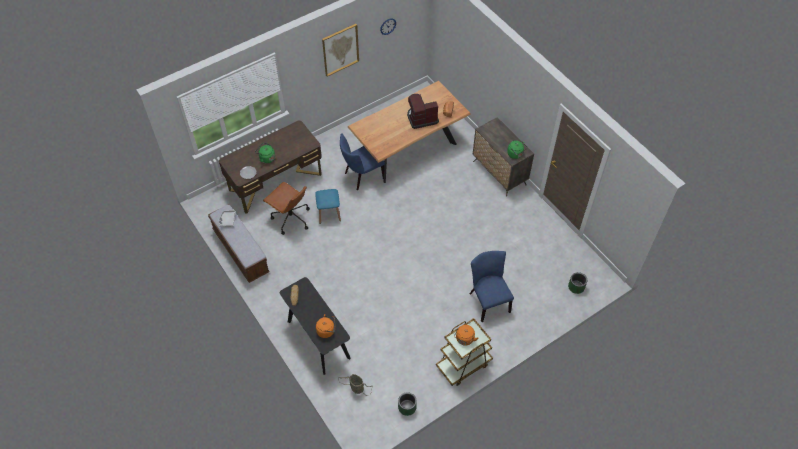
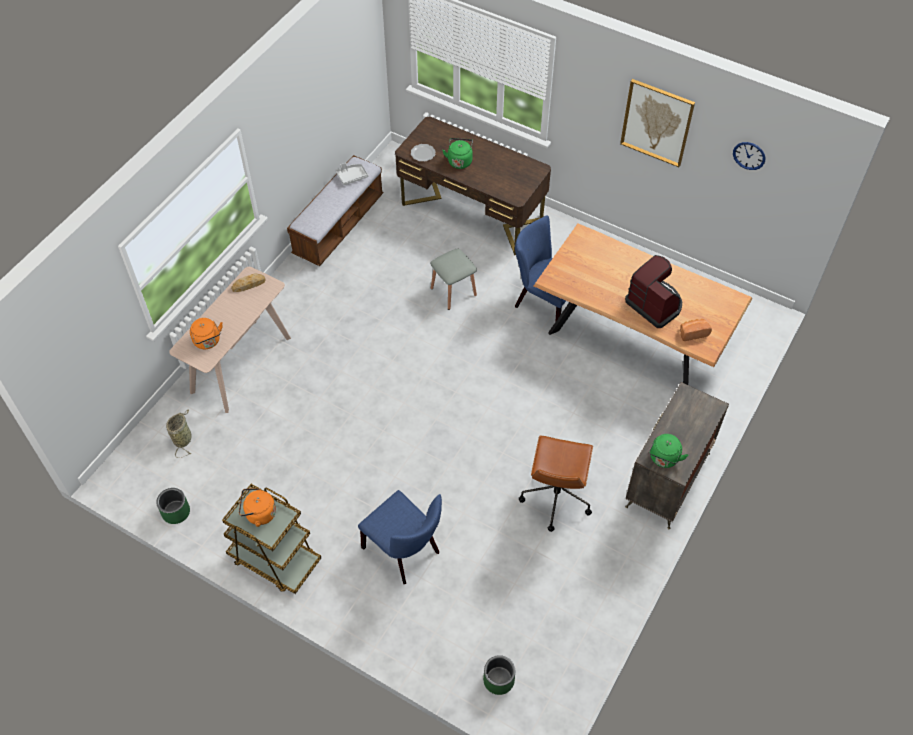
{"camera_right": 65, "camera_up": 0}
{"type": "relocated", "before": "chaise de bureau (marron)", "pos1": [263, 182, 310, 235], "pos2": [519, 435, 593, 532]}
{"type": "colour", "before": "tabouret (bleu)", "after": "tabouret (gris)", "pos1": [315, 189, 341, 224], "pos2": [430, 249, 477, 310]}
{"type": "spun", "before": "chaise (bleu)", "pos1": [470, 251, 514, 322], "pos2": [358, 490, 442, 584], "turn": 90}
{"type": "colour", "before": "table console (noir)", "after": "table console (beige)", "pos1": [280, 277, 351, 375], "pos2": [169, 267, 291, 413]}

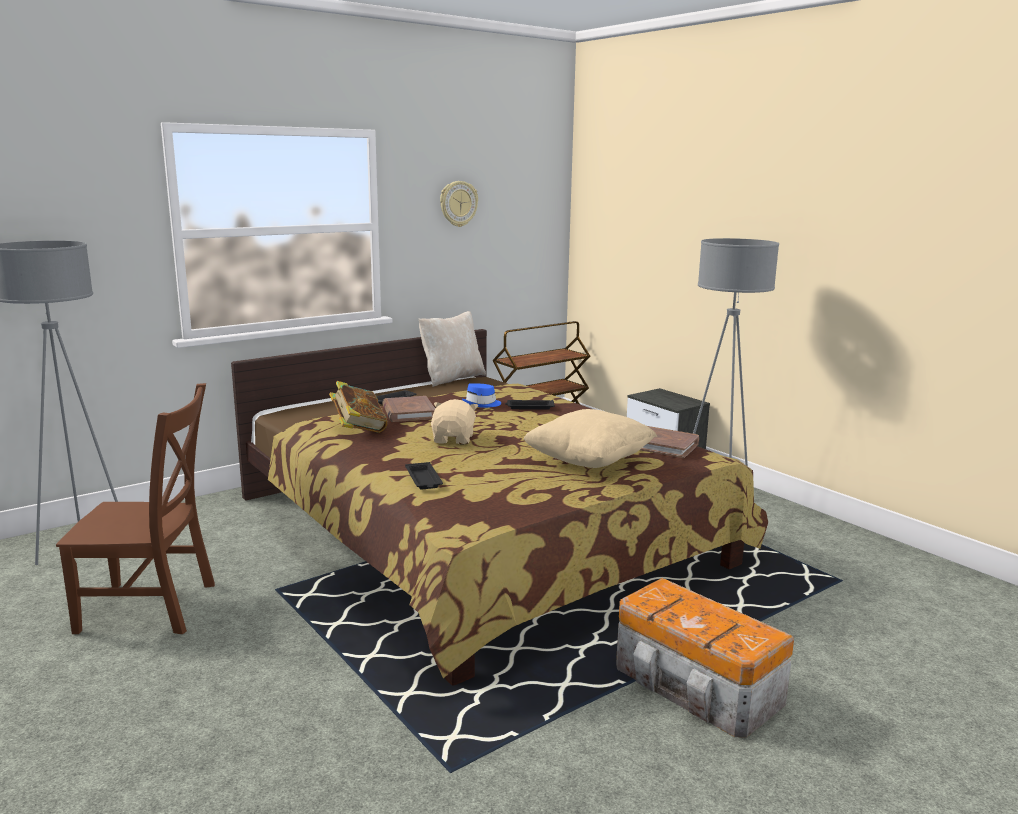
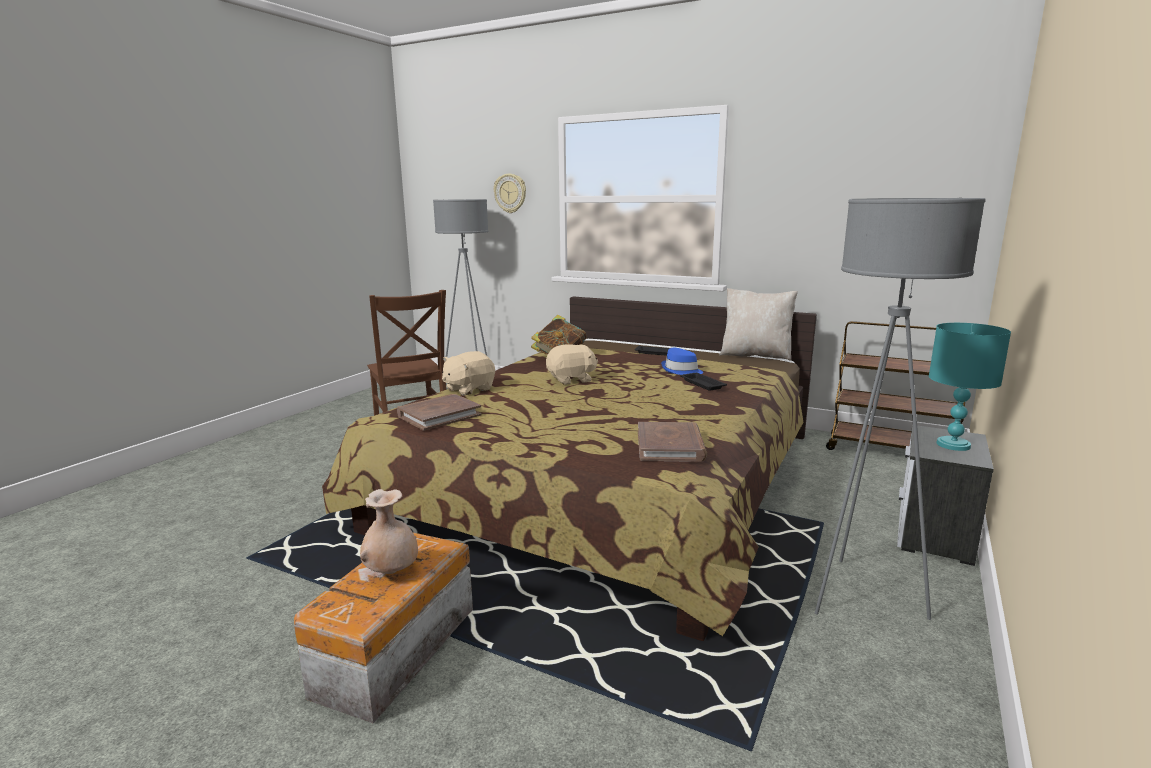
{"camera_right": 65, "camera_up": 0}
{"type": "relocated", "before": "horloge murale", "pos1": [440, 181, 478, 227], "pos2": [494, 174, 526, 213]}
{"type": "relocated", "before": "livre (marron)", "pos1": [382, 396, 435, 422], "pos2": [397, 394, 482, 431]}
{"type": "missing", "before": "coussin (beige)", "pos1": [523, 409, 657, 468]}
{"type": "exchanged", "before": "plateau (noir)", "after": "peluche (beige)", "pos1": [405, 462, 443, 490], "pos2": [442, 351, 495, 396]}
{"type": "appeared", "after": "lampe de table (turquoise)", "pos2": [929, 323, 1011, 451]}
{"type": "appeared", "after": "vase (beige)", "pos2": [360, 489, 418, 574]}

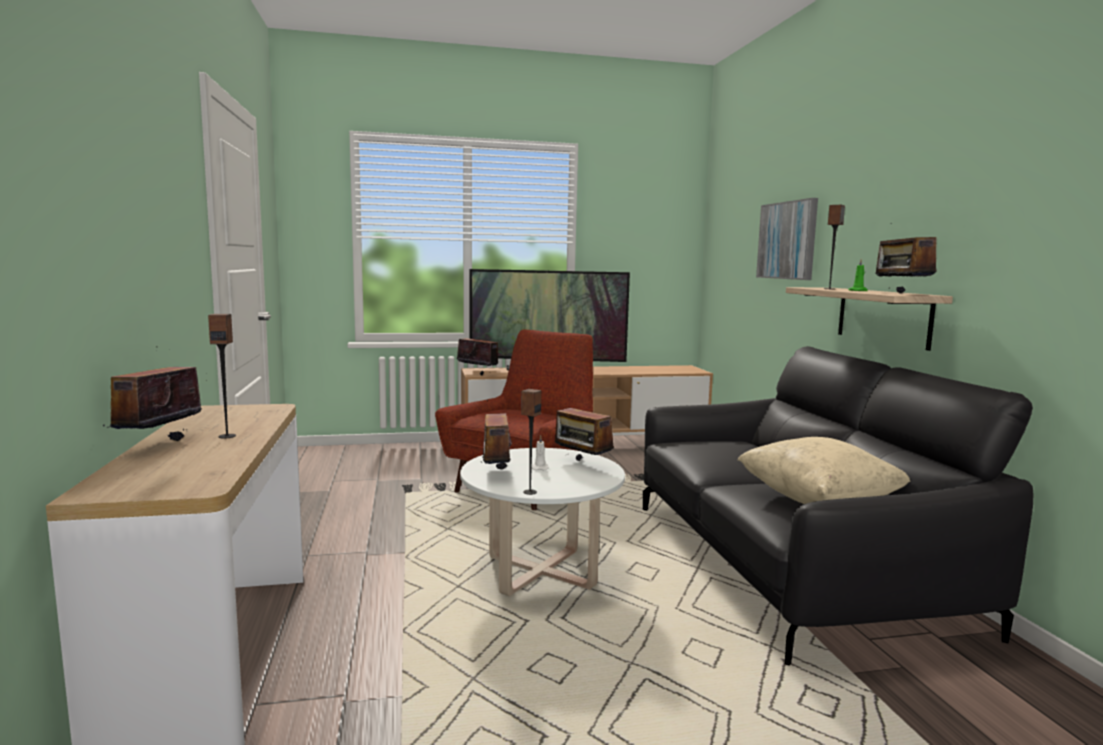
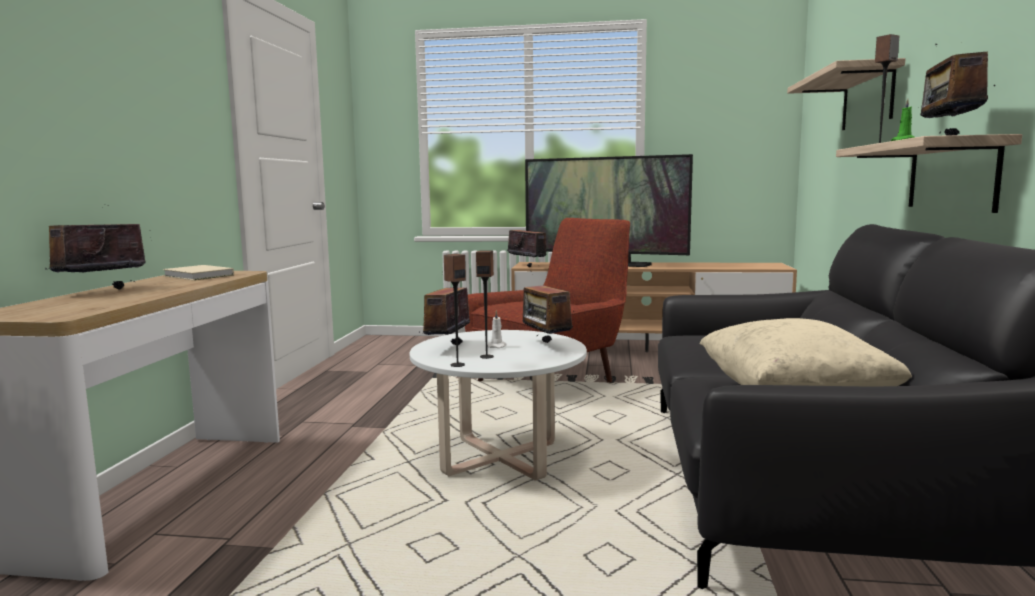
{"camera_right": 20, "camera_up": 0}
{"type": "exchanged", "before": "tableau", "after": "étagère", "pos1": [756, 198, 818, 280], "pos2": [787, 58, 905, 130]}
{"type": "relocated", "before": "enceinte", "pos1": [208, 314, 236, 439], "pos2": [476, 251, 494, 359]}
{"type": "appeared", "after": "livre (beige)", "pos2": [163, 265, 234, 280]}

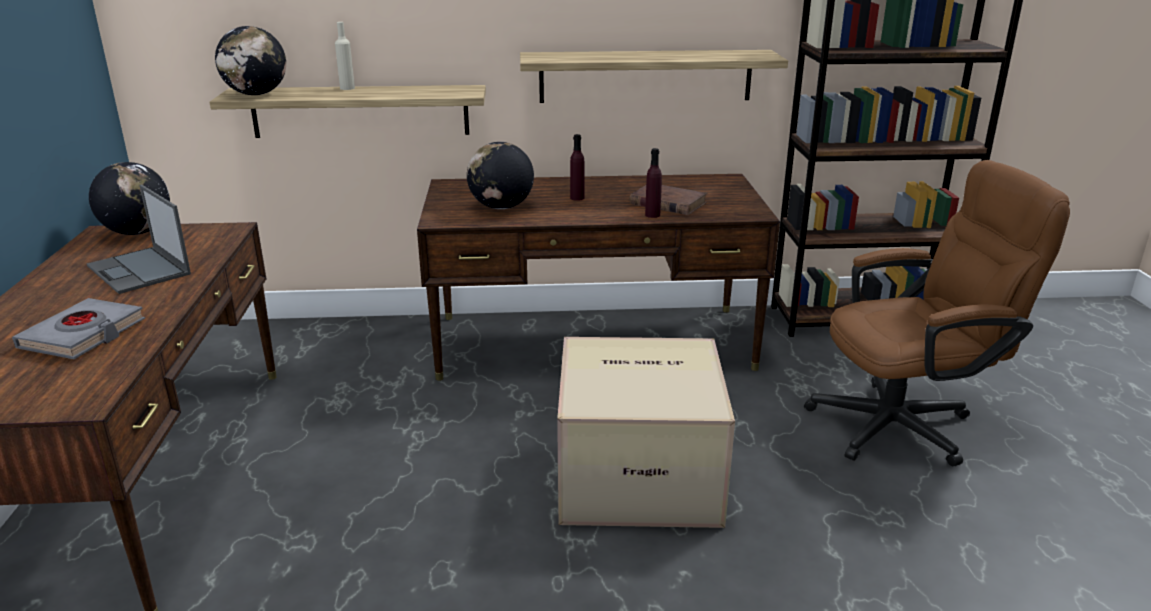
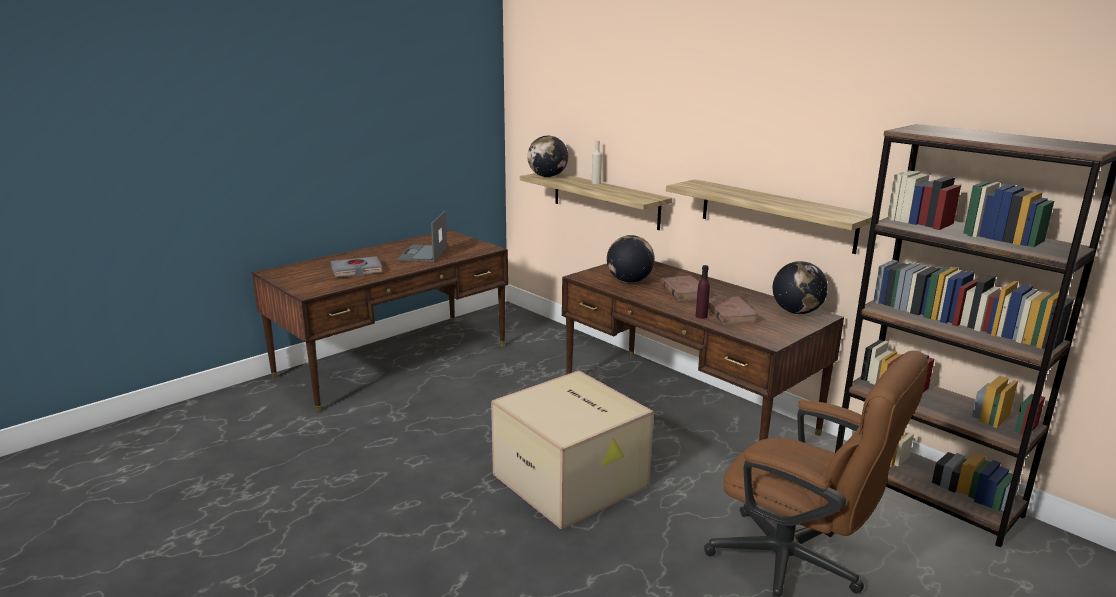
{"camera_right": 50, "camera_up": -5}
{"type": "exchanged", "before": "bouteille (violet)", "after": "livre (marron)", "pos1": [570, 134, 585, 201], "pos2": [660, 276, 711, 301]}
{"type": "relocated", "before": "globe", "pos1": [89, 162, 170, 235], "pos2": [773, 261, 828, 314]}

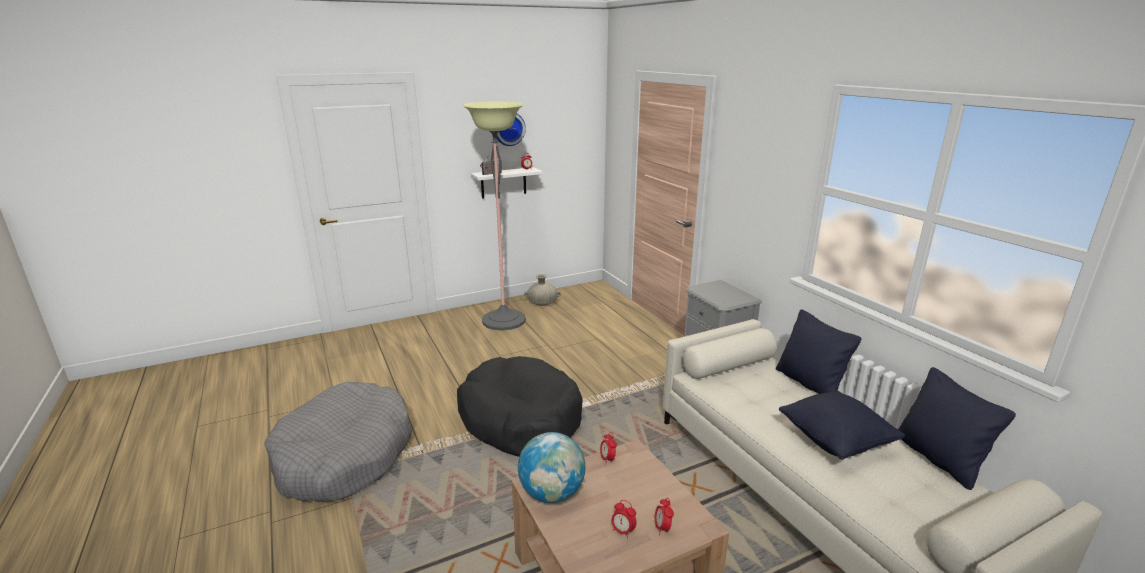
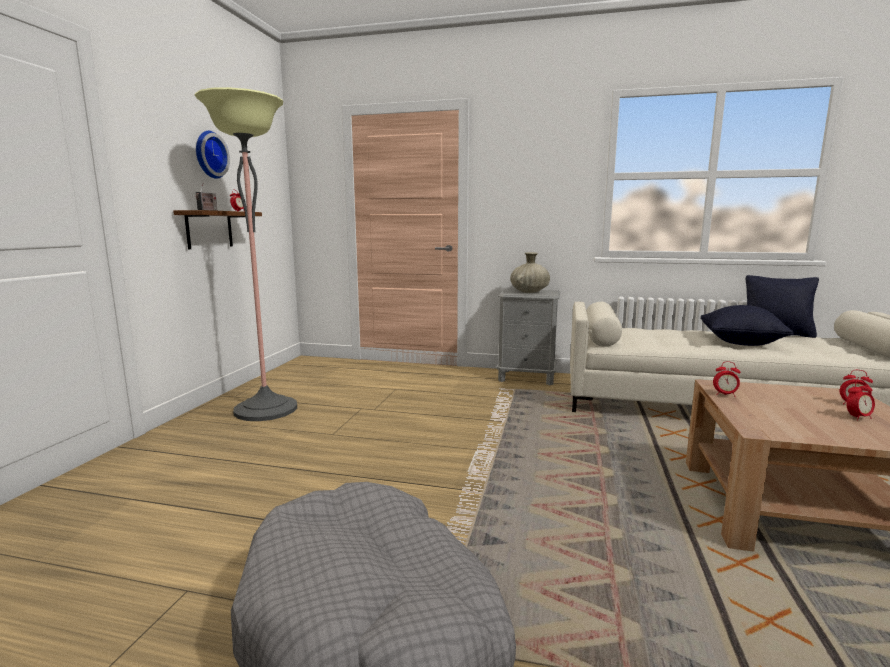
{"camera_right": -50, "camera_up": -10}
{"type": "colour", "before": "étagère (blanc)", "after": "étagère (marron)", "pos1": [471, 167, 543, 199], "pos2": [173, 210, 262, 249]}
{"type": "relocated", "before": "vase (beige)", "pos1": [524, 274, 561, 306], "pos2": [510, 252, 550, 293]}
{"type": "missing", "before": "coussin (noir)", "pos1": [776, 309, 861, 394]}
{"type": "missing", "before": "panier pour chien (noir)", "pos1": [457, 356, 582, 457]}
{"type": "missing", "before": "globe", "pos1": [518, 432, 585, 503]}

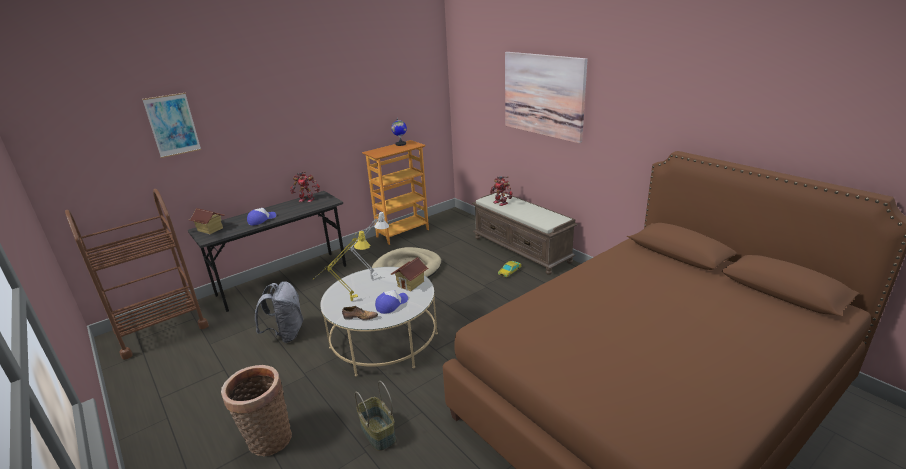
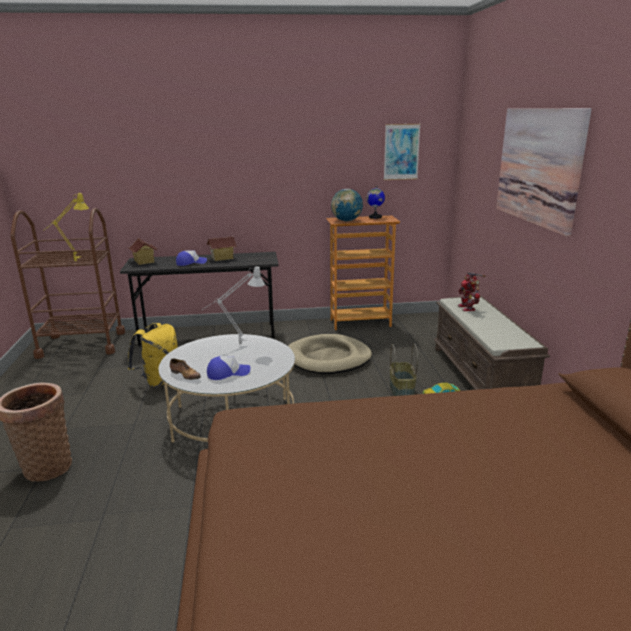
{"camera_right": 30, "camera_up": -5}
{"type": "relocated", "before": "tableau", "pos1": [142, 93, 201, 158], "pos2": [384, 124, 421, 180]}
{"type": "missing", "before": "robot jouet", "pos1": [290, 171, 320, 202]}
{"type": "relocated", "before": "lampe de table (jaune)", "pos1": [313, 230, 370, 301], "pos2": [43, 192, 89, 261]}
{"type": "relocated", "before": "maison miniature", "pos1": [391, 257, 429, 291], "pos2": [207, 236, 237, 261]}
{"type": "colour", "before": "sac à dos (gris)", "after": "sac à dos (jaune)", "pos1": [255, 281, 303, 343], "pos2": [128, 323, 178, 388]}
{"type": "relocated", "before": "panier", "pos1": [355, 381, 396, 451], "pos2": [390, 343, 418, 396]}
{"type": "appeared", "after": "globe", "pos2": [331, 189, 363, 221]}

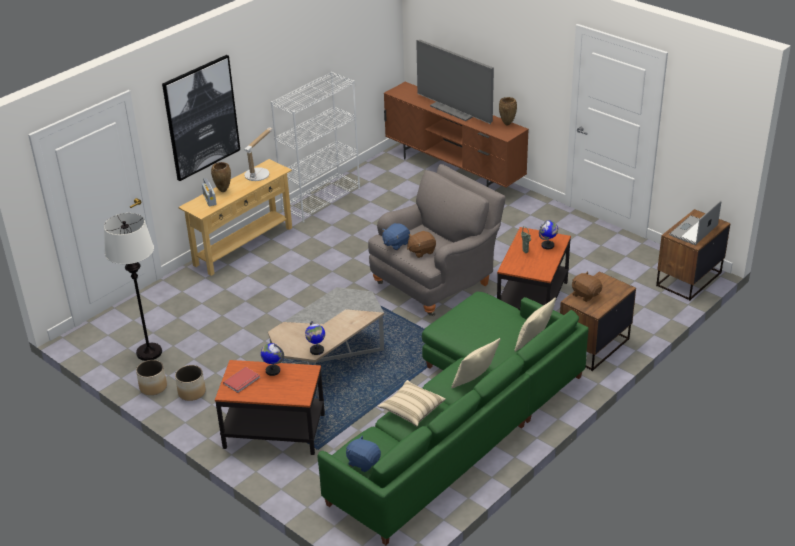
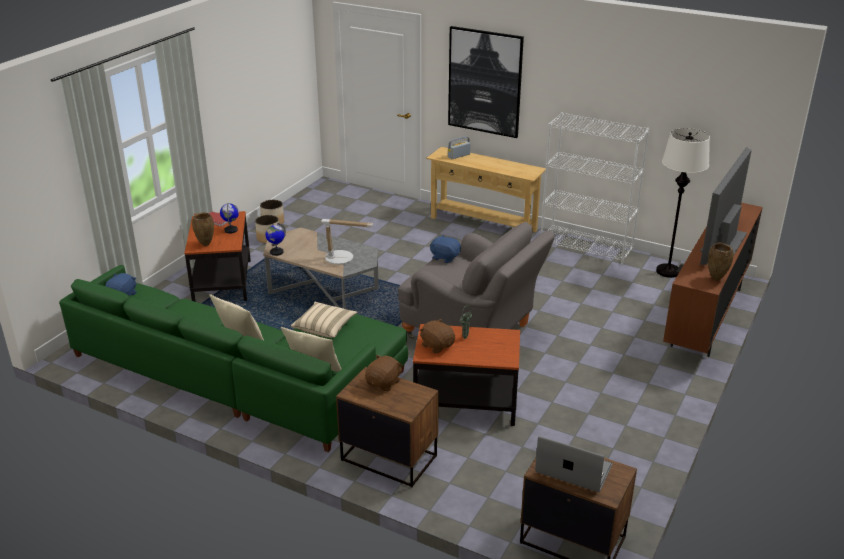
{"camera_right": 75, "camera_up": -5}
{"type": "relocated", "before": "lampe de table", "pos1": [244, 127, 272, 181], "pos2": [321, 219, 373, 265]}
{"type": "relocated", "before": "vase (marron)", "pos1": [211, 162, 231, 192], "pos2": [192, 213, 214, 246]}
{"type": "relocated", "before": "lampadaire (blanc)", "pos1": [104, 213, 162, 361], "pos2": [656, 128, 710, 278]}
{"type": "missing", "before": "globe", "pos1": [539, 221, 558, 249]}
{"type": "relocated", "before": "peluche (marron)", "pos1": [407, 231, 436, 258], "pos2": [420, 319, 455, 353]}
{"type": "relocated", "before": "coussin (beige)", "pos1": [378, 380, 446, 427], "pos2": [291, 301, 357, 338]}

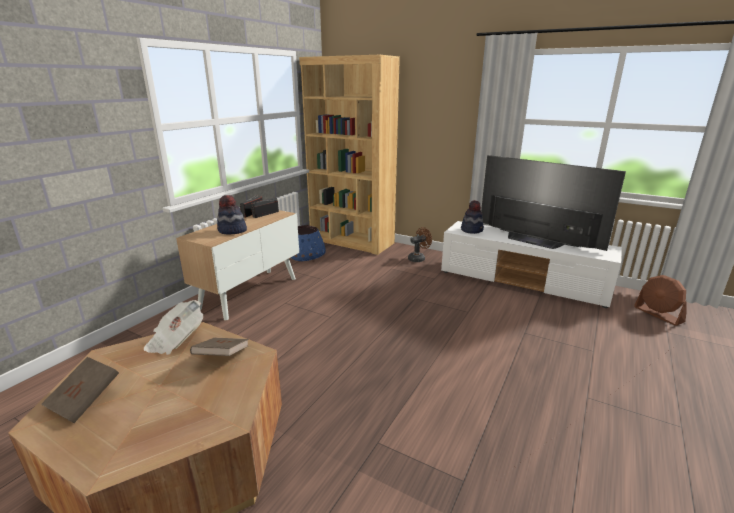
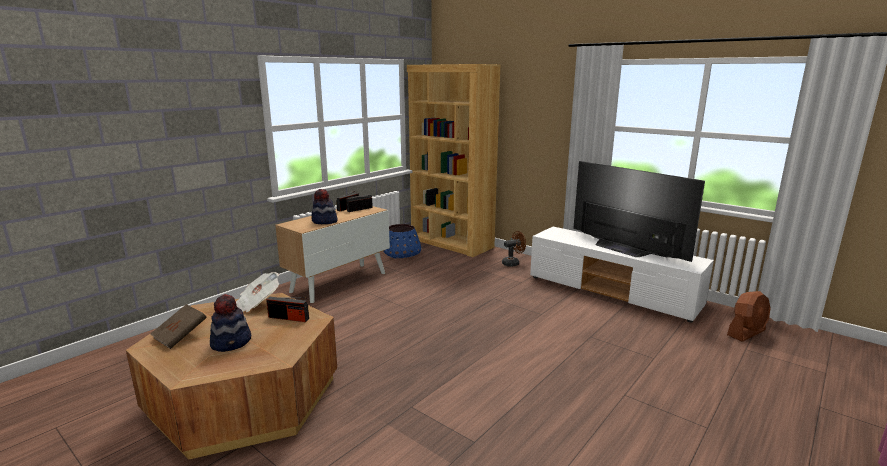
{"camera_right": 10, "camera_up": -5}
{"type": "relocated", "before": "chapeau", "pos1": [461, 200, 484, 234], "pos2": [210, 294, 251, 352]}
{"type": "spun", "before": "ventilateur (marron)", "pos1": [634, 275, 687, 326], "pos2": [727, 291, 771, 342], "turn": -105}
{"type": "exchanged", "before": "livre (marron)", "after": "radio", "pos1": [190, 338, 249, 356], "pos2": [266, 297, 309, 322]}

